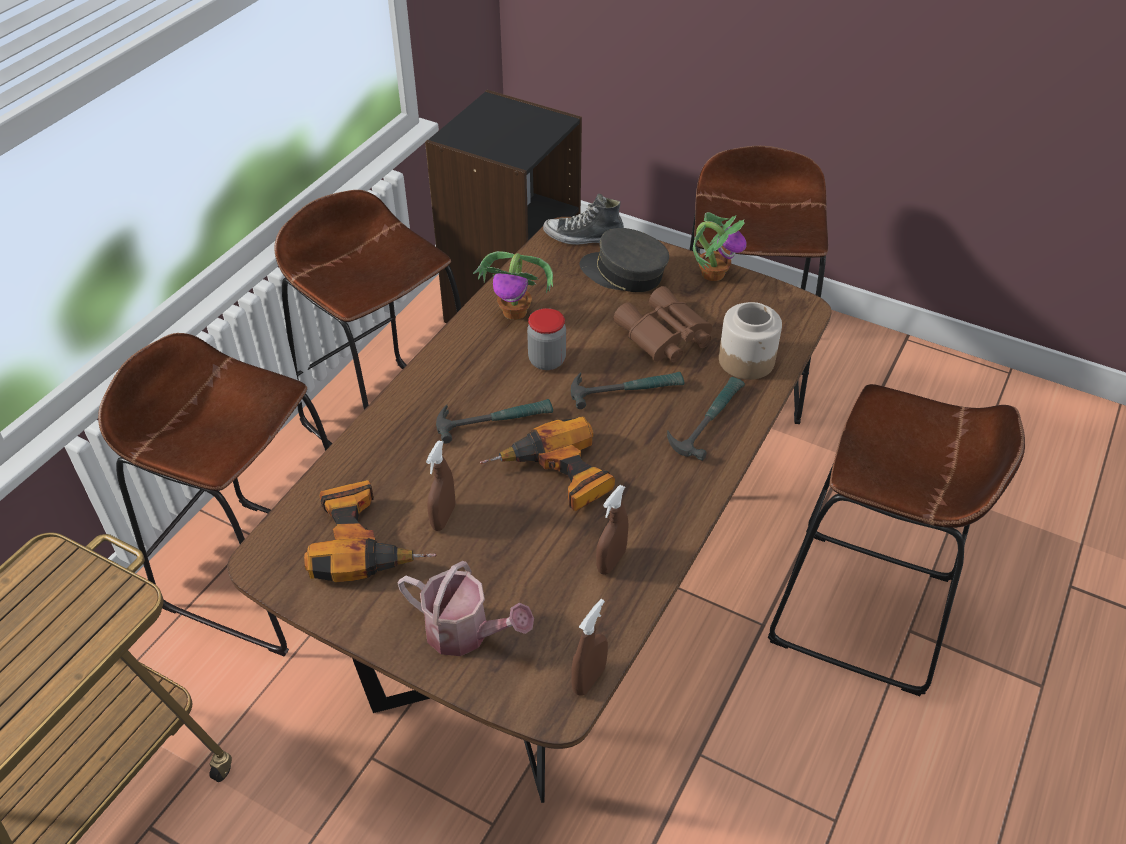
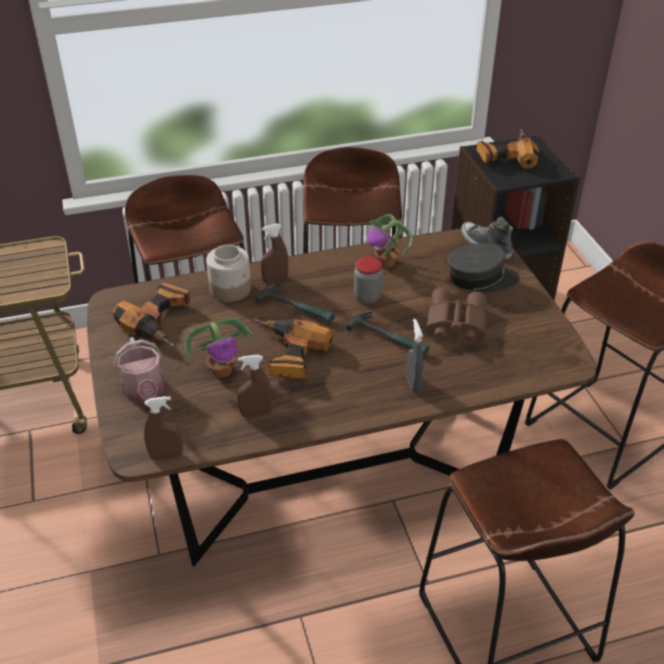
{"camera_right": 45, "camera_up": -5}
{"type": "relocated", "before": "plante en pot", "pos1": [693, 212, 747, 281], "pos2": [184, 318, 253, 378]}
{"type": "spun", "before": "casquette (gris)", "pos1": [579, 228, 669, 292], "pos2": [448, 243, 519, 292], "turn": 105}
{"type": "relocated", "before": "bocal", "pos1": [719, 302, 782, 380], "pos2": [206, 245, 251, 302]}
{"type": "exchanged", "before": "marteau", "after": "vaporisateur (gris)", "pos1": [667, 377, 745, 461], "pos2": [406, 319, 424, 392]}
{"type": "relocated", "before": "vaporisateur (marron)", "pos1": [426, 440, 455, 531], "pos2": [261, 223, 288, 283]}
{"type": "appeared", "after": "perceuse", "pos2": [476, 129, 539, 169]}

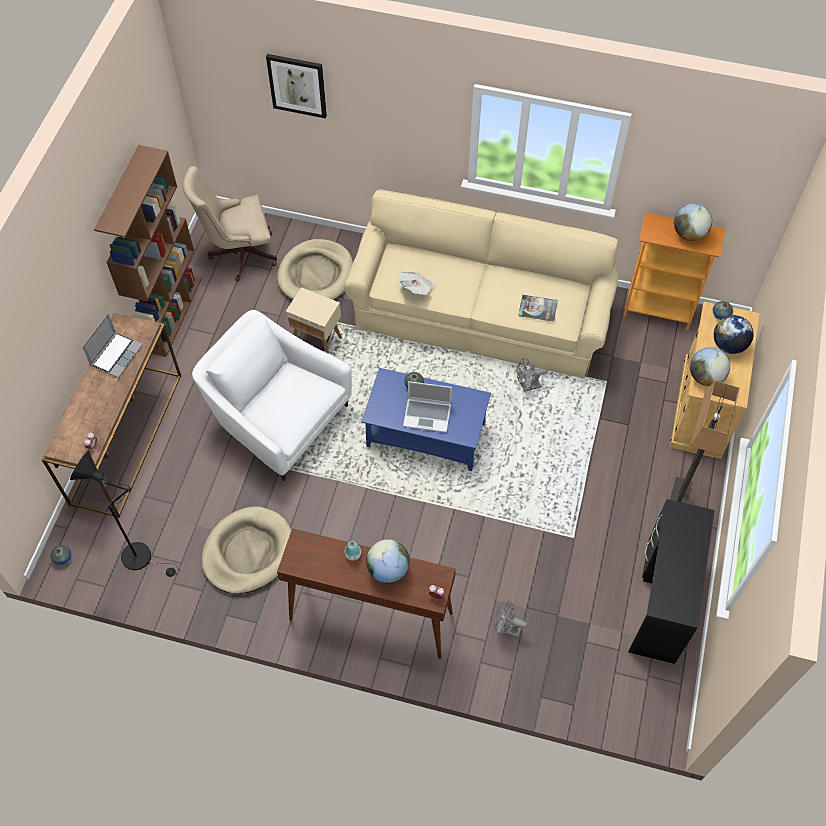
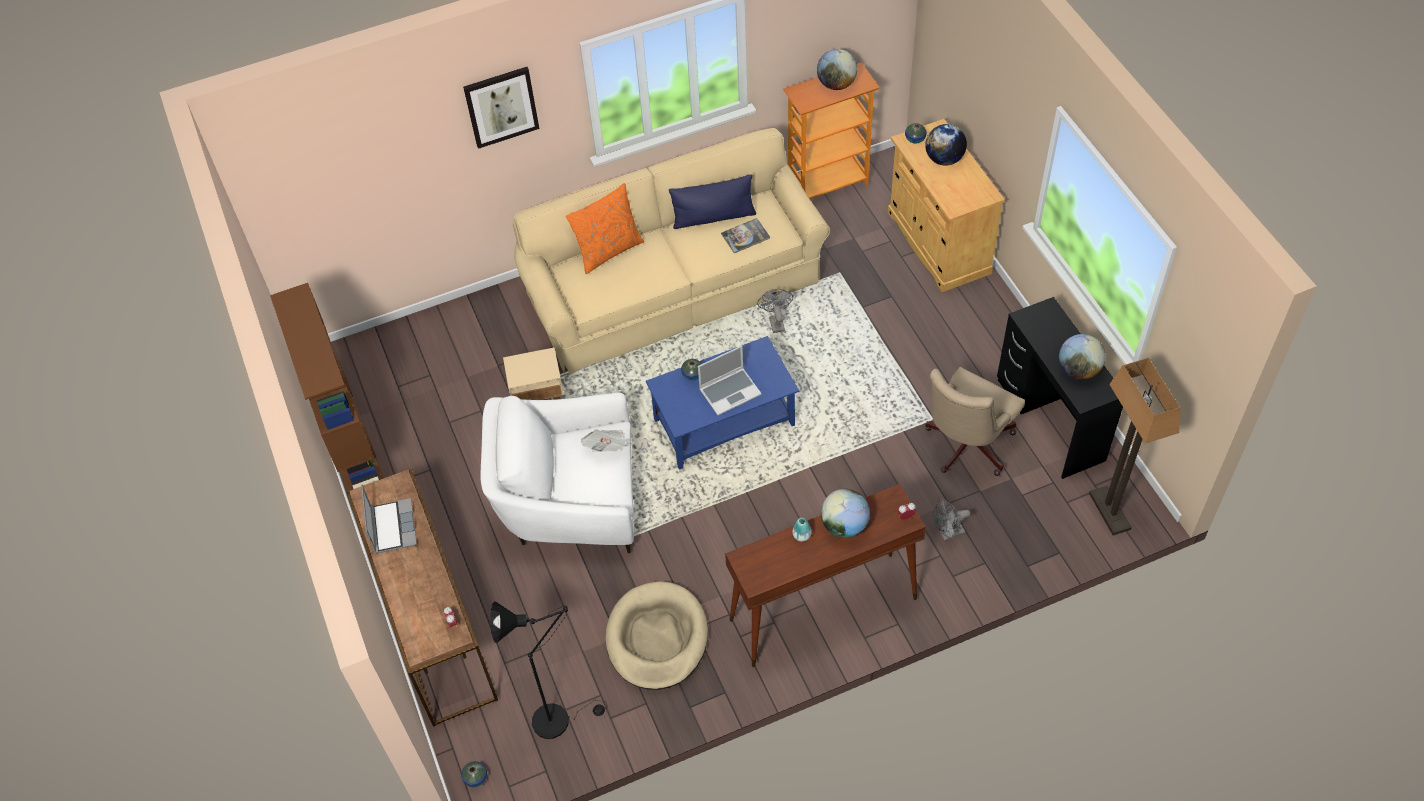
{"camera_right": -35, "camera_up": -5}
{"type": "relocated", "before": "tableau", "pos1": [266, 54, 327, 119], "pos2": [463, 67, 539, 149]}
{"type": "relocated", "before": "chaise de bureau (beige)", "pos1": [183, 166, 277, 281], "pos2": [925, 367, 1025, 476]}
{"type": "missing", "before": "panier pour chien (beige)", "pos1": [277, 239, 353, 300]}
{"type": "relocated", "before": "journal", "pos1": [397, 272, 435, 295], "pos2": [581, 430, 626, 452]}
{"type": "relocated", "before": "globe", "pos1": [690, 347, 730, 386], "pos2": [1059, 334, 1106, 379]}
{"type": "spun", "before": "ventilateur (gris)", "pos1": [517, 358, 546, 392], "pos2": [757, 289, 793, 333], "turn": 135}
{"type": "relocated", "before": "lampadaire", "pos1": [670, 381, 739, 504], "pos2": [1089, 358, 1181, 535]}
{"type": "appeared", "after": "coussin (bleu)", "pos2": [669, 174, 756, 229]}
{"type": "appeared", "after": "coussin (orange)", "pos2": [566, 183, 644, 274]}

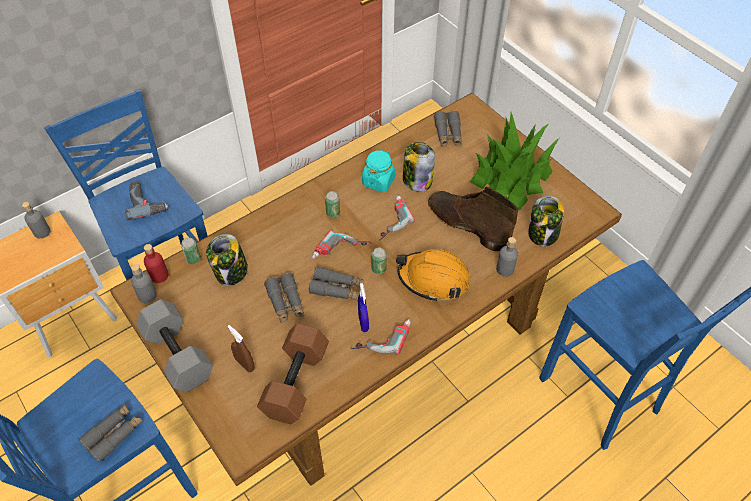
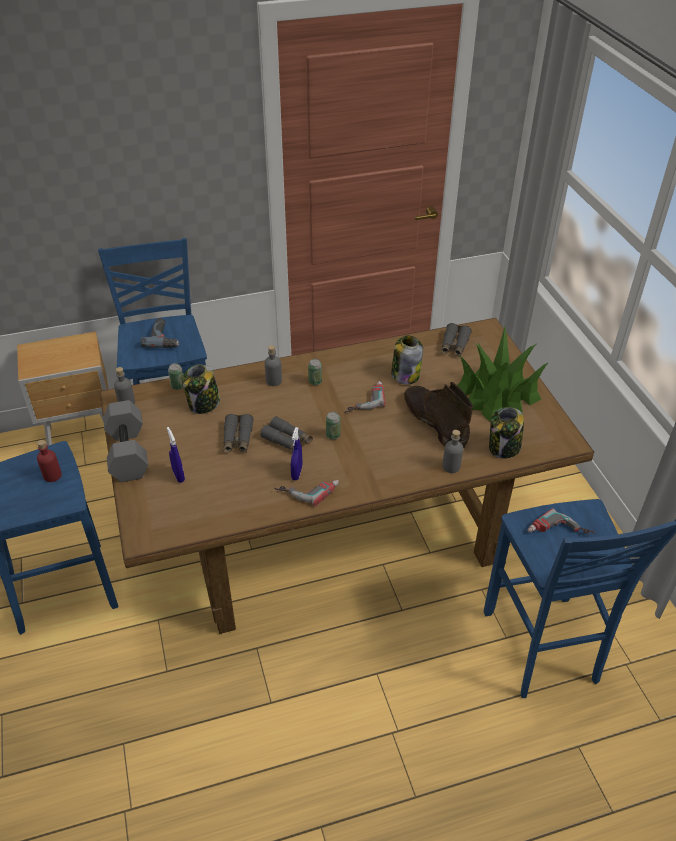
{"camera_right": 20, "camera_up": -10}
{"type": "missing", "before": "bocal (turquoise)", "pos1": [362, 150, 396, 192]}
{"type": "relocated", "before": "bouteille (gris)", "pos1": [22, 202, 51, 239], "pos2": [265, 345, 282, 386]}
{"type": "relocated", "before": "perceuse", "pos1": [312, 230, 372, 259], "pos2": [528, 508, 596, 534]}
{"type": "relocated", "before": "bouteille (rouge)", "pos1": [144, 244, 169, 283], "pos2": [37, 440, 62, 482]}
{"type": "missing", "before": "casque de chantier (orange)", "pos1": [396, 249, 470, 301]}
{"type": "missing", "before": "haltère (marron)", "pos1": [257, 323, 329, 424]}
{"type": "colour", "before": "vaporisateur (marron)", "after": "vaporisateur (bleu)", "pos1": [227, 325, 255, 372], "pos2": [167, 427, 185, 483]}
{"type": "missing", "before": "jumelles (gris)", "pos1": [78, 404, 142, 463]}

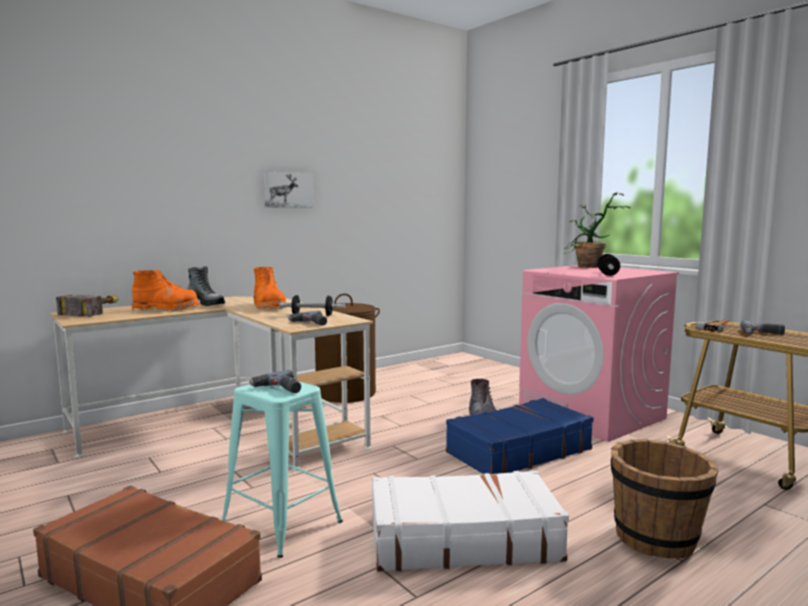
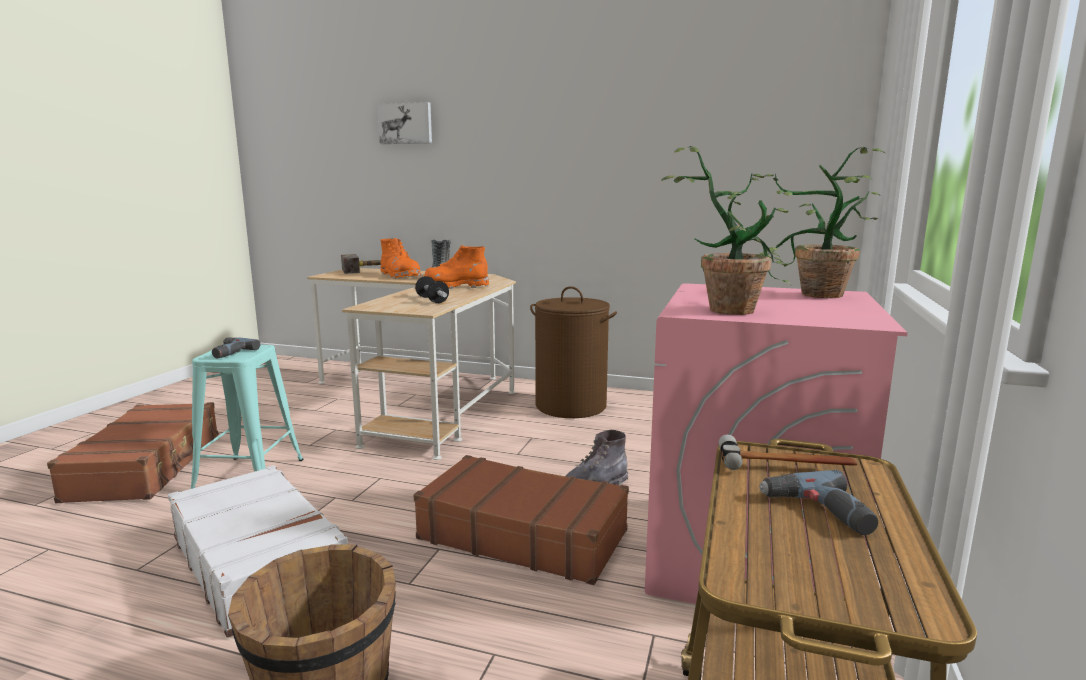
{"camera_right": 55, "camera_up": 5}
{"type": "relocated", "before": "tableau", "pos1": [263, 171, 314, 208], "pos2": [377, 102, 432, 144]}
{"type": "exchanged", "before": "haltère", "after": "plante en pot", "pos1": [597, 254, 620, 276], "pos2": [661, 146, 791, 315]}
{"type": "spun", "before": "botte (orange)", "pos1": [254, 267, 286, 309], "pos2": [425, 245, 489, 289], "turn": 60}
{"type": "missing", "before": "perceuse", "pos1": [288, 311, 327, 326]}
{"type": "colour", "before": "valise (bleu)", "after": "valise (marron)", "pos1": [446, 398, 594, 474], "pos2": [414, 455, 629, 585]}

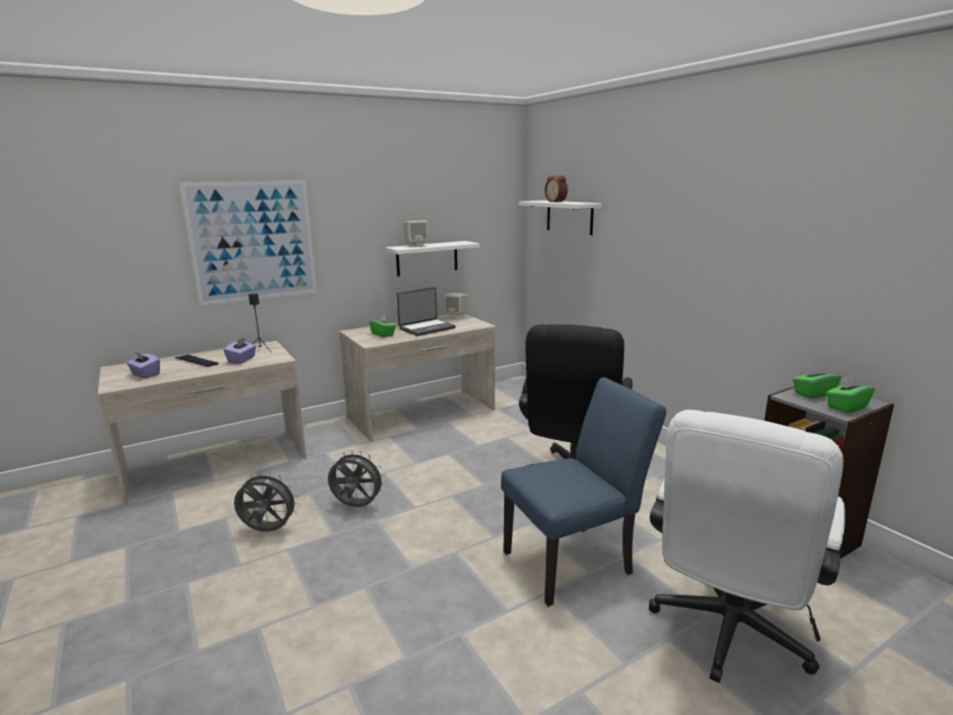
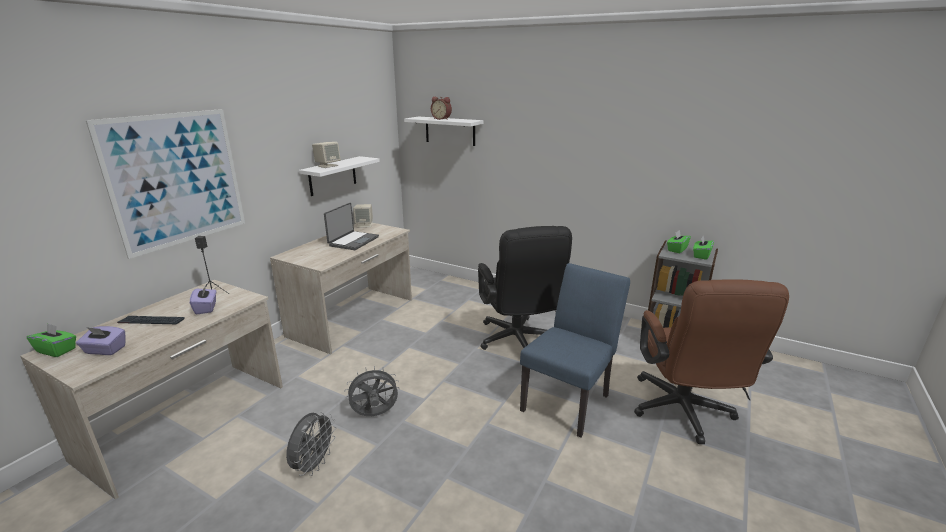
{"camera_right": -30, "camera_up": 5}
{"type": "relocated", "before": "boîte à mouchoirs (vert)", "pos1": [369, 315, 396, 337], "pos2": [27, 323, 76, 357]}
{"type": "colour", "before": "chaise de bureau (blanc)", "after": "chaise de bureau (marron)", "pos1": [649, 410, 845, 683], "pos2": [634, 279, 789, 444]}
{"type": "spun", "before": "ventilateur (gris)", "pos1": [234, 471, 299, 532], "pos2": [286, 412, 336, 476], "turn": 135}

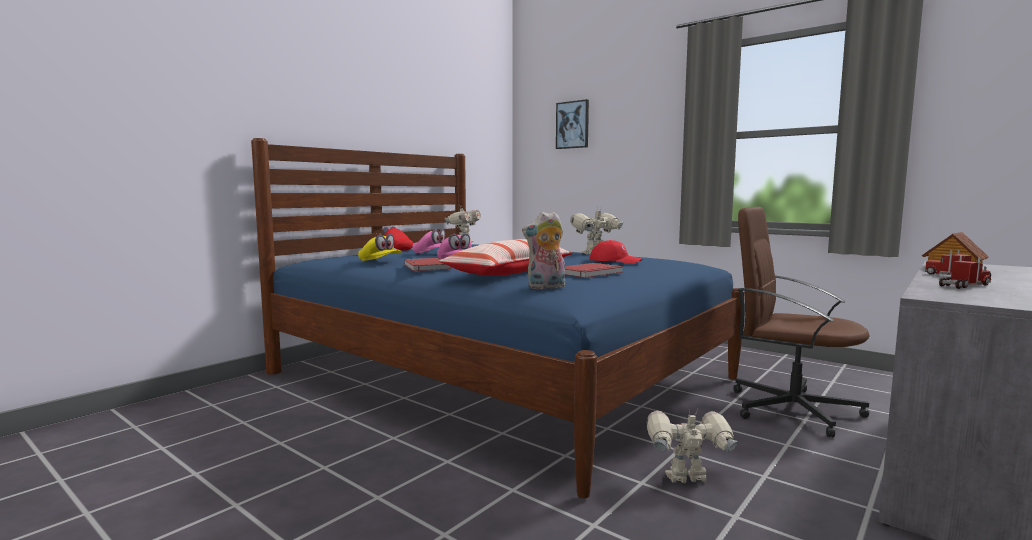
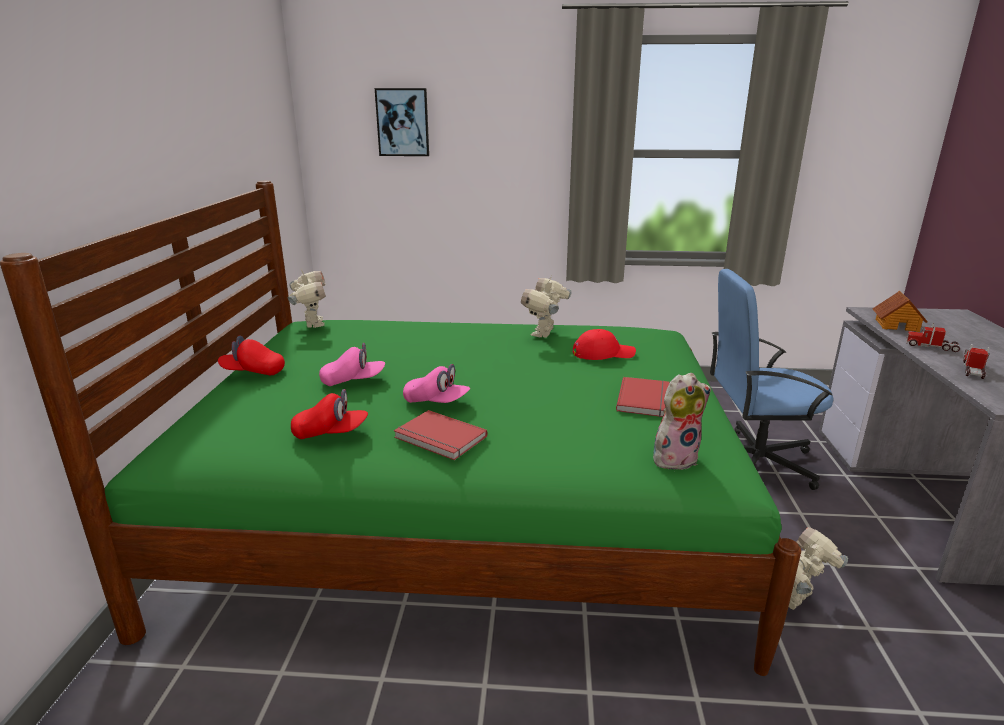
{"camera_right": -35, "camera_up": 15}
{"type": "colour", "before": "lit (bleu)", "after": "lit (vert)", "pos1": [251, 138, 745, 498], "pos2": [0, 181, 801, 676]}
{"type": "colour", "before": "chaise de bureau (marron)", "after": "chaise de bureau (bleu)", "pos1": [733, 207, 869, 438], "pos2": [710, 269, 834, 490]}
{"type": "spun", "before": "peluche", "pos1": [522, 211, 565, 289], "pos2": [653, 373, 711, 470], "turn": -150}
{"type": "colour", "before": "casquette (jaune)", "after": "casquette (rouge)", "pos1": [358, 234, 402, 261], "pos2": [291, 389, 368, 439]}
{"type": "missing", "before": "coussin", "pos1": [439, 239, 572, 276]}

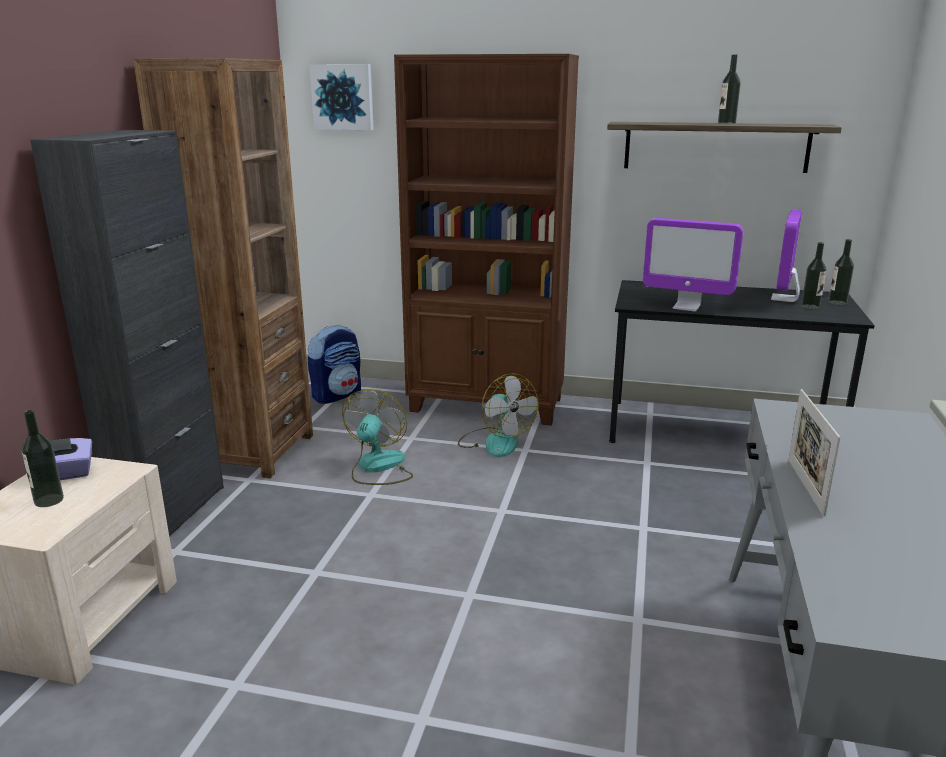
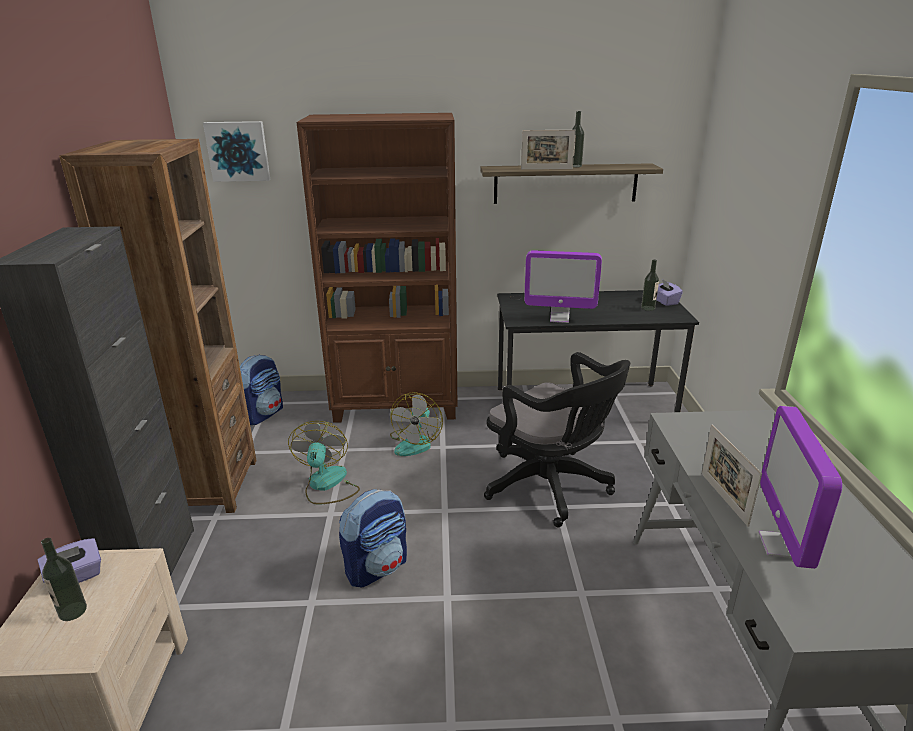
{"camera_right": -15, "camera_up": 5}
{"type": "relocated", "before": "écran d'ordinateur", "pos1": [771, 210, 802, 302], "pos2": [758, 406, 842, 569]}
{"type": "exchanged", "before": "bouteille", "after": "boîte à mouchoirs (violet)", "pos1": [828, 239, 854, 305], "pos2": [656, 279, 683, 306]}
{"type": "spun", "before": "ventilateur", "pos1": [458, 373, 539, 457], "pos2": [390, 392, 443, 456], "turn": 60}
{"type": "appeared", "after": "cadre photo", "pos2": [521, 130, 575, 170]}
{"type": "appeared", "after": "chaise de bureau (noir)", "pos2": [484, 352, 630, 527]}
{"type": "appeared", "after": "sac à dos", "pos2": [339, 489, 407, 587]}

